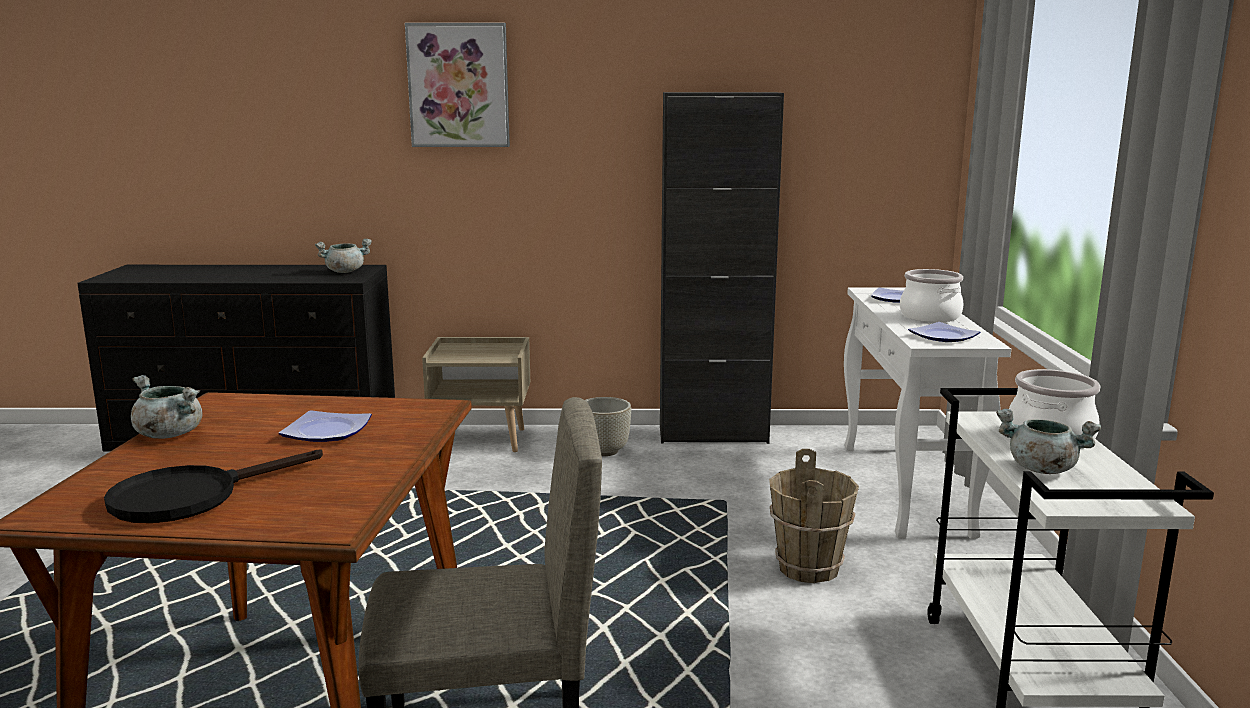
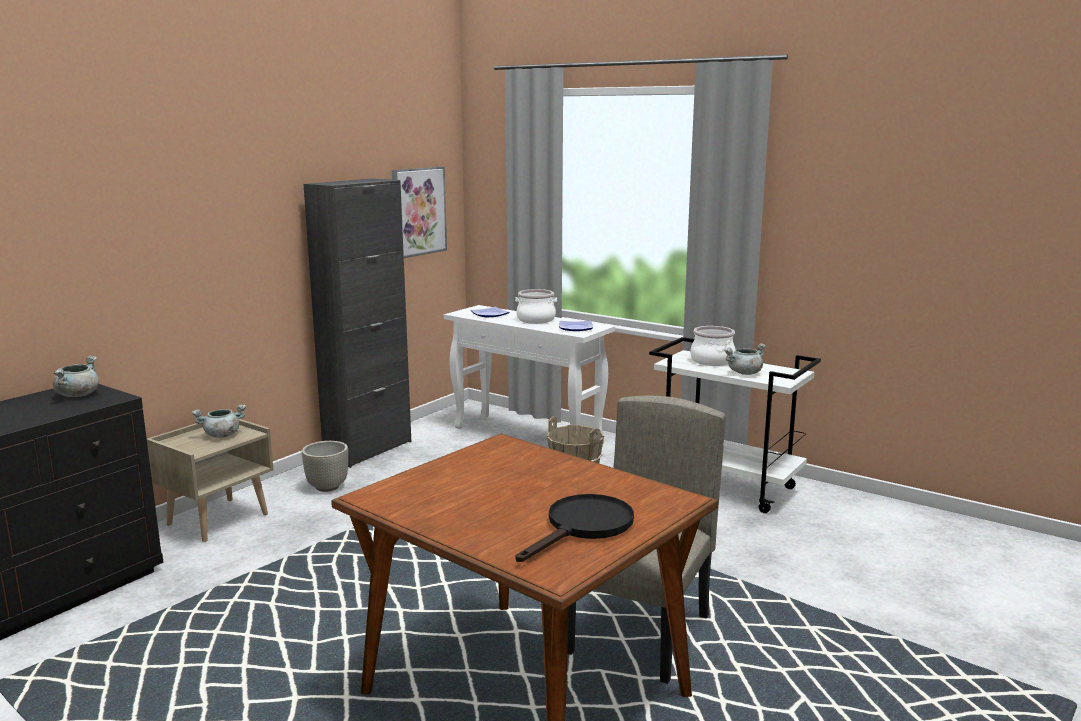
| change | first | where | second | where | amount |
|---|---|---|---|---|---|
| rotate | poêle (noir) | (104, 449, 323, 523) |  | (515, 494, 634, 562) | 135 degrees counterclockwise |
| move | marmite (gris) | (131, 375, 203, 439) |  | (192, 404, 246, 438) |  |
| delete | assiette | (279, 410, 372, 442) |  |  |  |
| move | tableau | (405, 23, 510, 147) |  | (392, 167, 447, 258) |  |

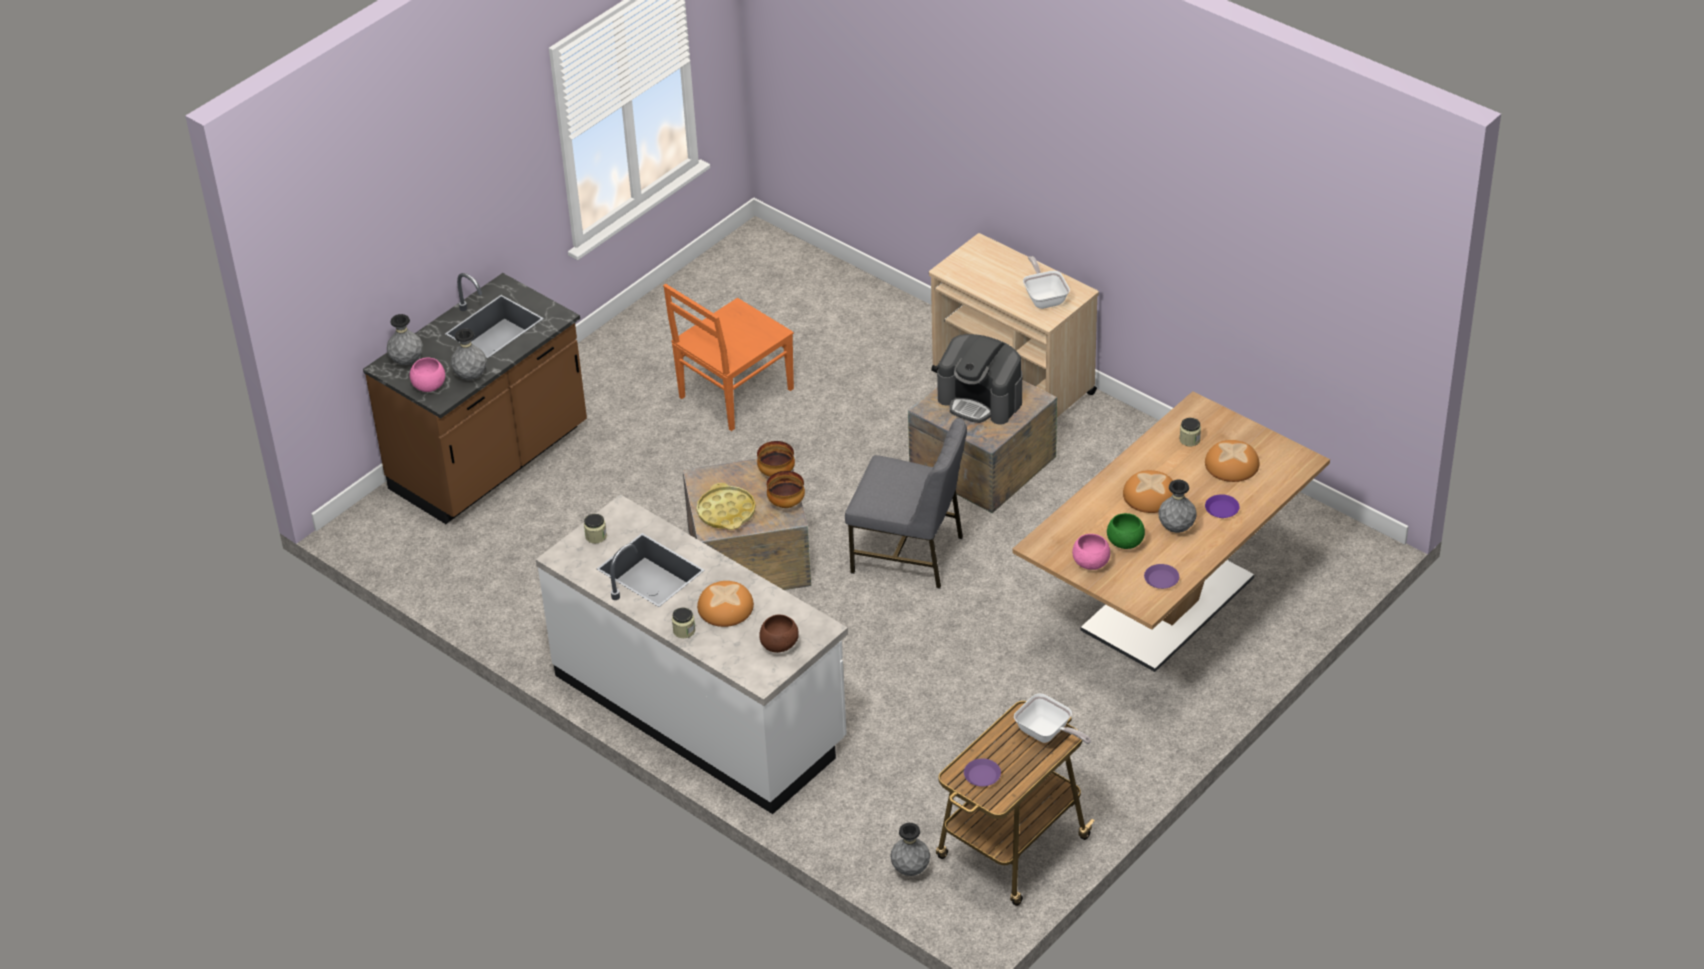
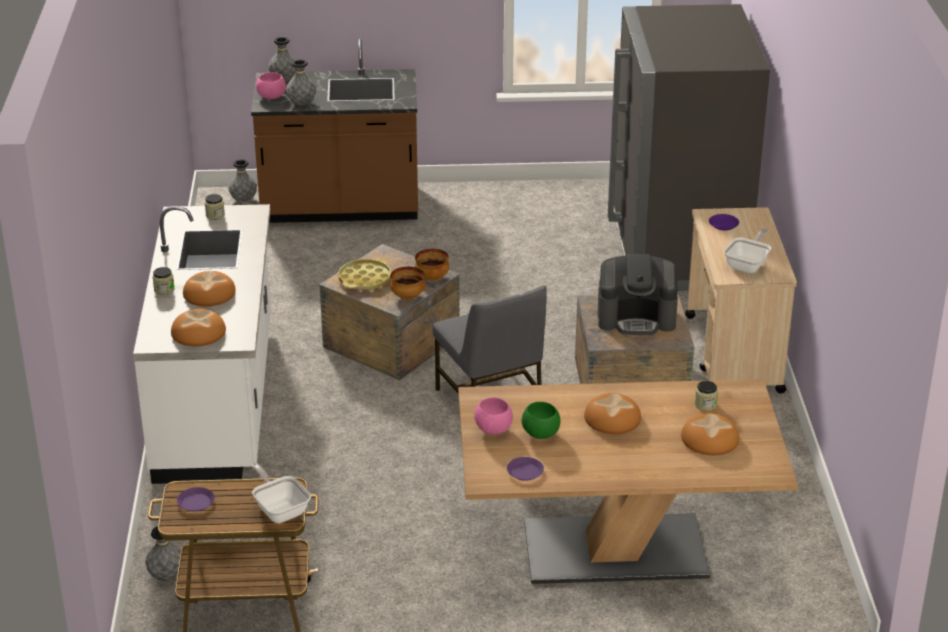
| change | first | where | second | where | amount |
|---|---|---|---|---|---|
| delete | chaise (orange) | (663, 284, 794, 431) |  |  |  |
| replace | bol (marron) | (759, 615, 799, 653) | pain | (171, 309, 226, 346) |  |
| rotate | machine à café | (937, 334, 1022, 425) |  | (598, 254, 678, 335) | 75 degrees counterclockwise |
| rotate | poêle | (1014, 694, 1091, 744) |  | (251, 463, 311, 523) | 150 degrees clockwise |
| move | vase (gris) | (1159, 480, 1197, 533) |  | (229, 159, 257, 202) |  |
| move | assiette (violet) | (1205, 494, 1239, 518) |  | (709, 214, 739, 230) |  |
| insert |  |  | réfrigérateur (gris) | (608, 4, 770, 291) |  |

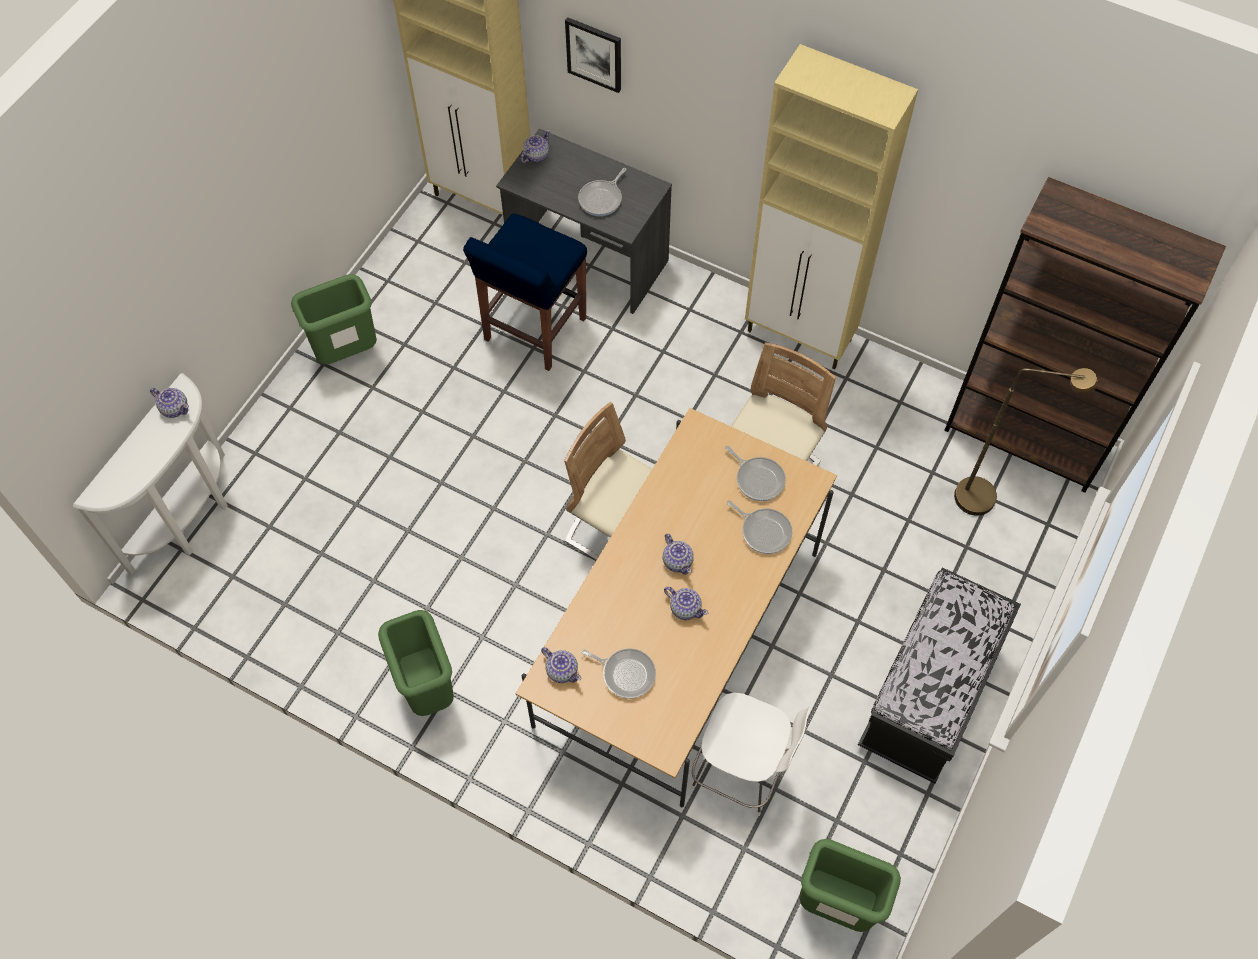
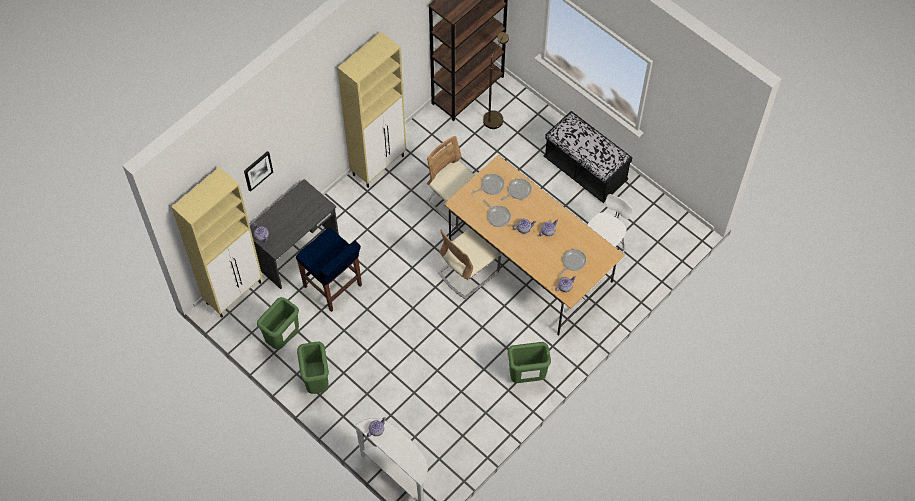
| change | first | where | second | where | amount |
|---|---|---|---|---|---|
| move | poêle | (578, 168, 627, 216) |  | (483, 199, 511, 227) |  |
| move | poubelle (vert) | (799, 839, 901, 932) |  | (257, 297, 299, 349) |  |

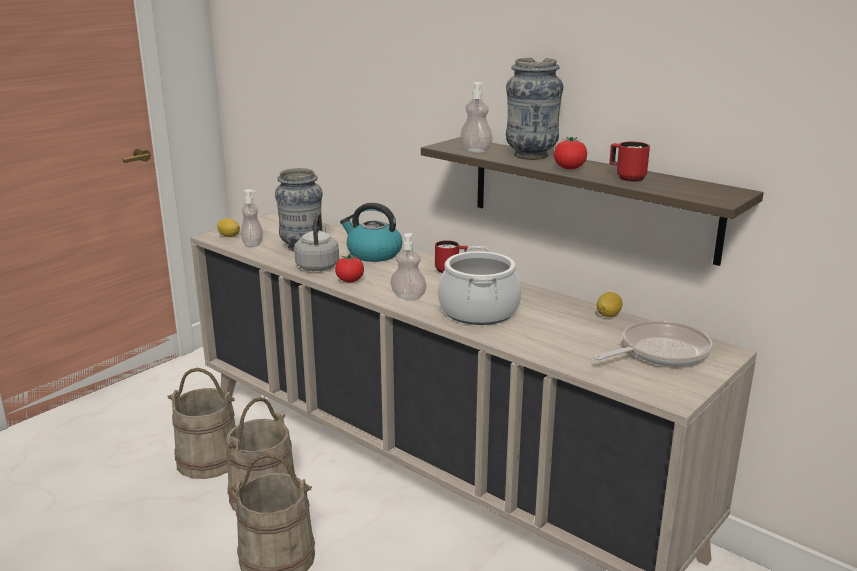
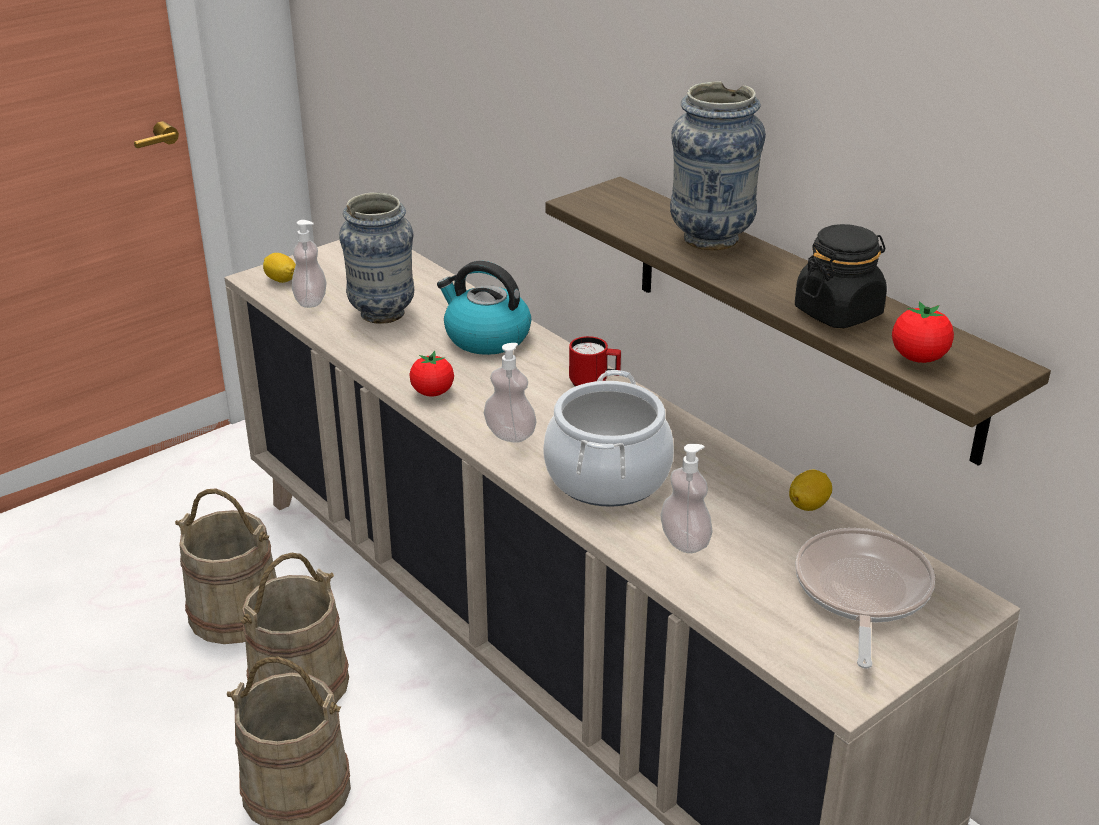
| change | first | where | second | where | amount |
|---|---|---|---|---|---|
| delete | bouilloire (gris) | (294, 213, 339, 271) |  |  |  |
| move | distributeur de savon | (460, 82, 492, 153) |  | (661, 444, 713, 553) |  |
| move | tomate | (554, 137, 587, 169) |  | (892, 301, 954, 363) |  |
| rotate | poêle | (594, 320, 713, 366) |  | (795, 528, 935, 669) | 60 degrees counterclockwise |
| replace | mug (rouge) | (609, 141, 650, 182) | bocal (noir) | (795, 224, 887, 328) |  |

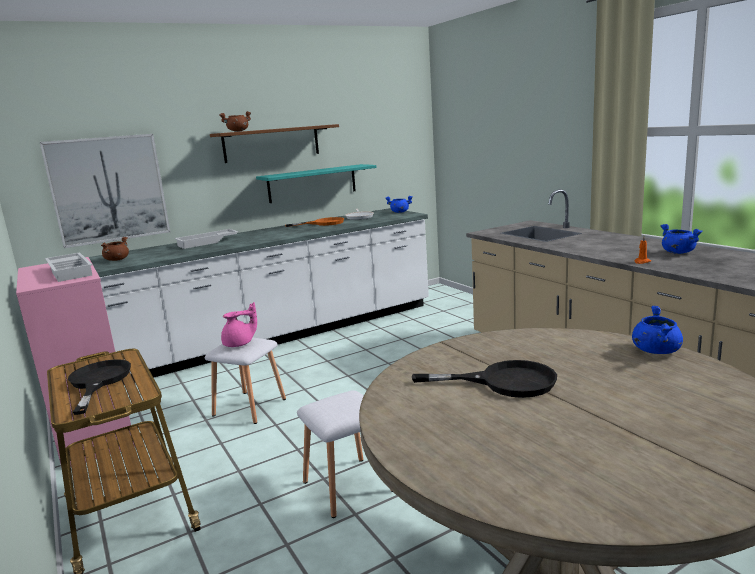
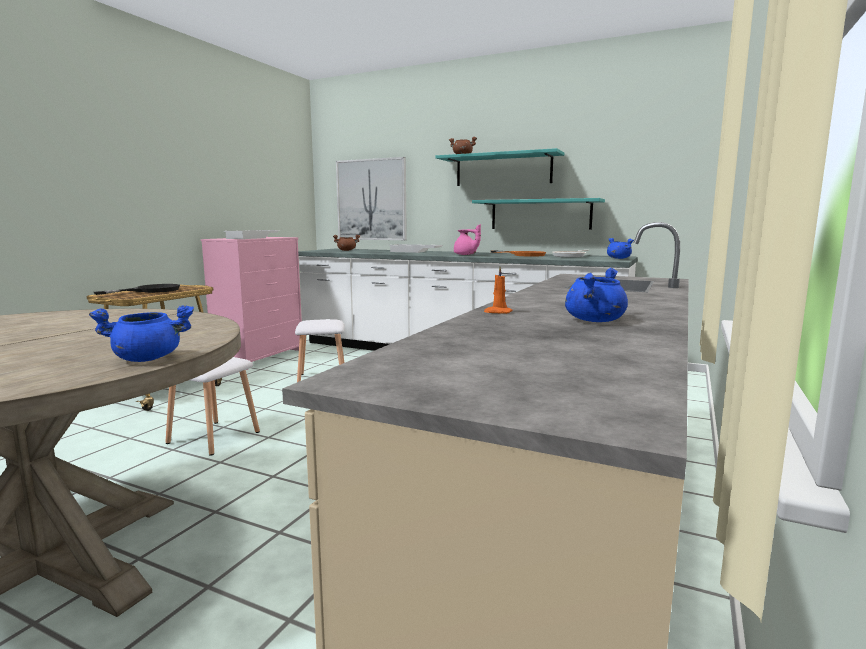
| change | first | where | second | where | amount |
|---|---|---|---|---|---|
| recolor | étagère (marron) | (210, 124, 339, 163) | étagère (turquoise) | (435, 148, 565, 186) |  |
| move | théière (rose) | (221, 302, 257, 347) |  | (454, 224, 481, 255) |  |
| delete | poêle (noir) | (412, 360, 557, 398) |  |  |  |

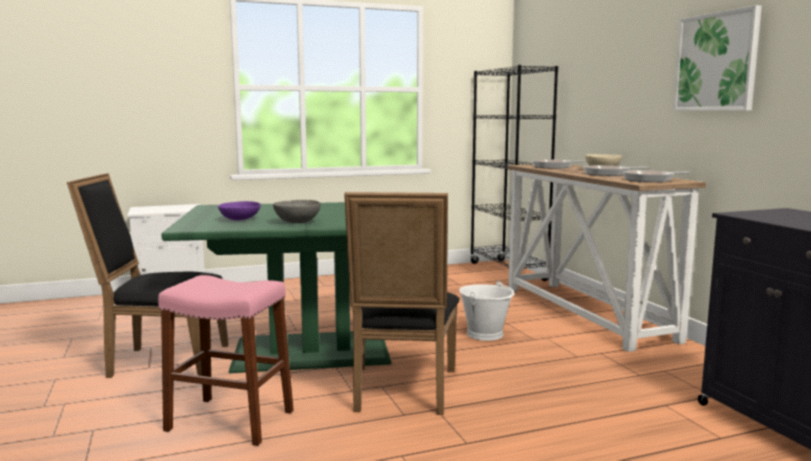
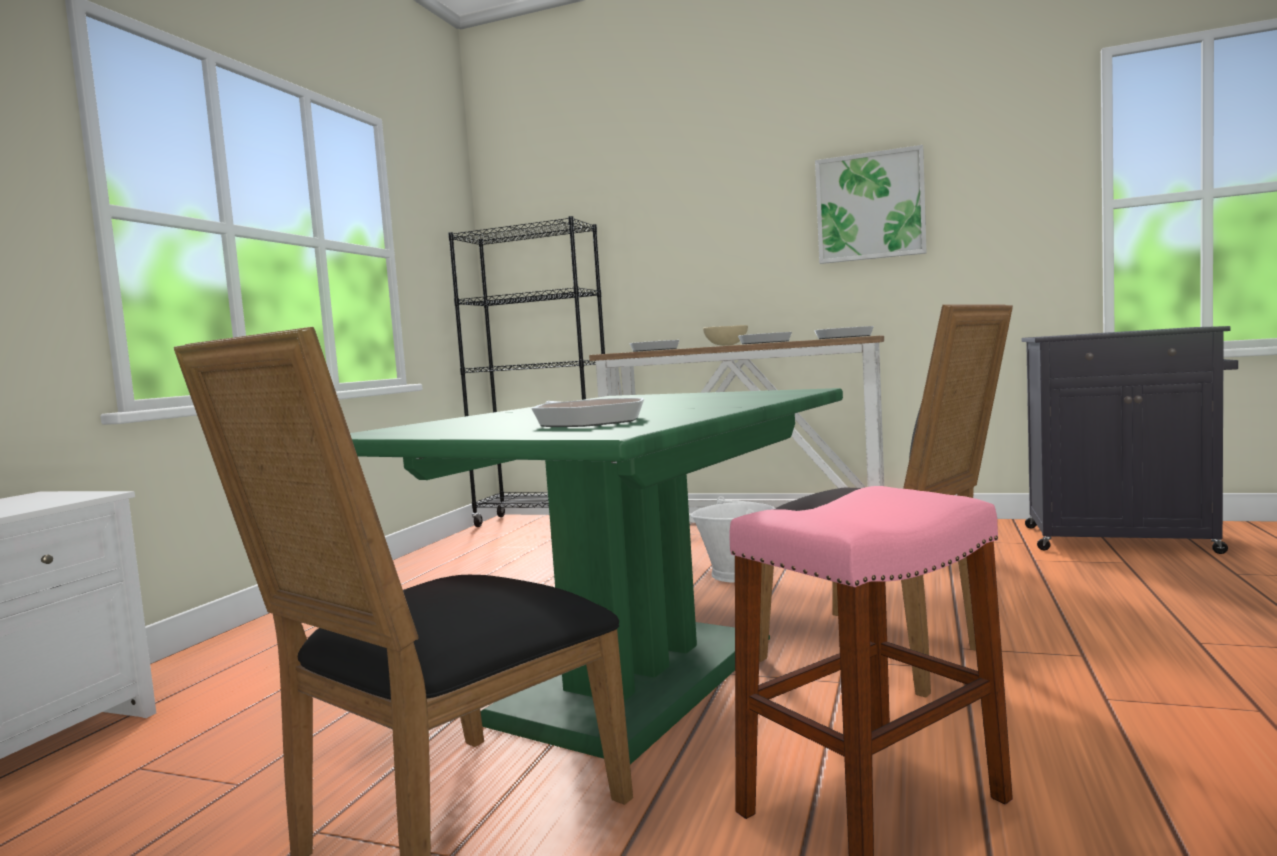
| change | first | where | second | where | amount |
|---|---|---|---|---|---|
| replace | bol (violet) | (218, 201, 261, 220) | poêle | (532, 398, 644, 427) |  |
| delete | bol (gris) | (273, 200, 321, 223) |  |  |  |

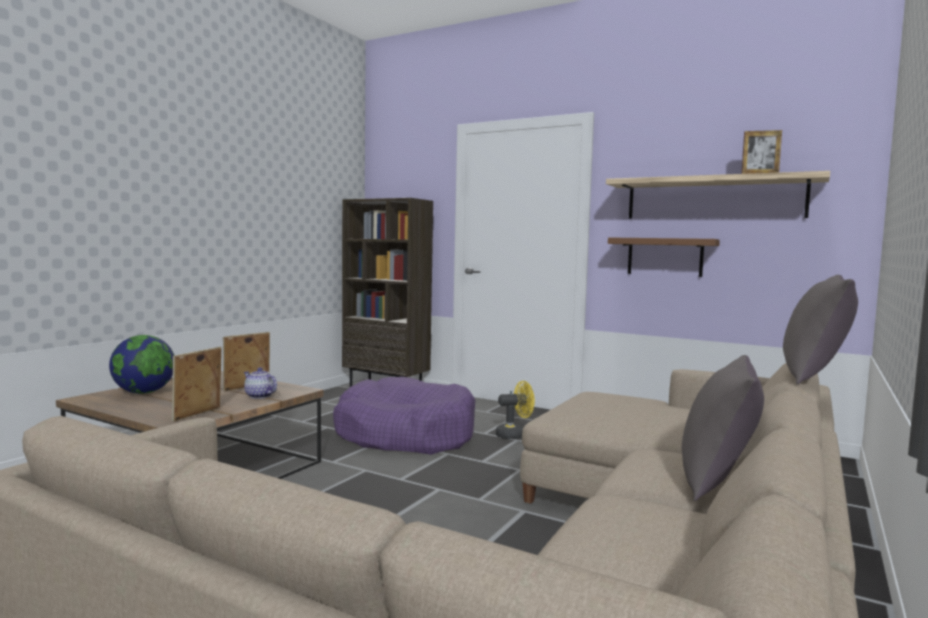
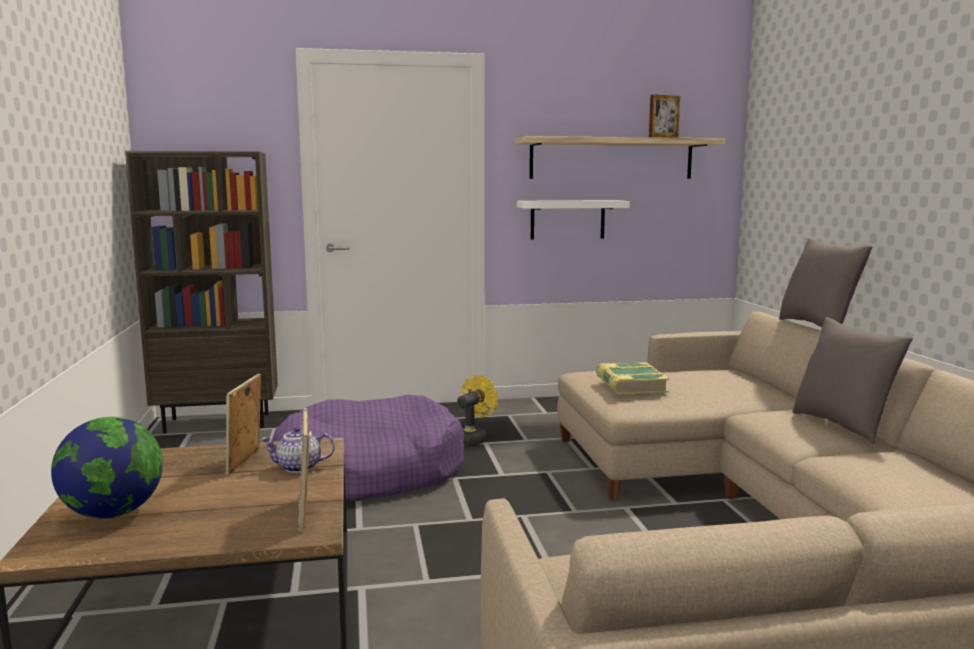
| change | first | where | second | where | amount |
|---|---|---|---|---|---|
| recolor | étagère (marron) | (608, 237, 720, 277) | étagère (blanc) | (517, 200, 630, 240) |  |
| insert |  |  | livre | (596, 362, 669, 395) |  |

